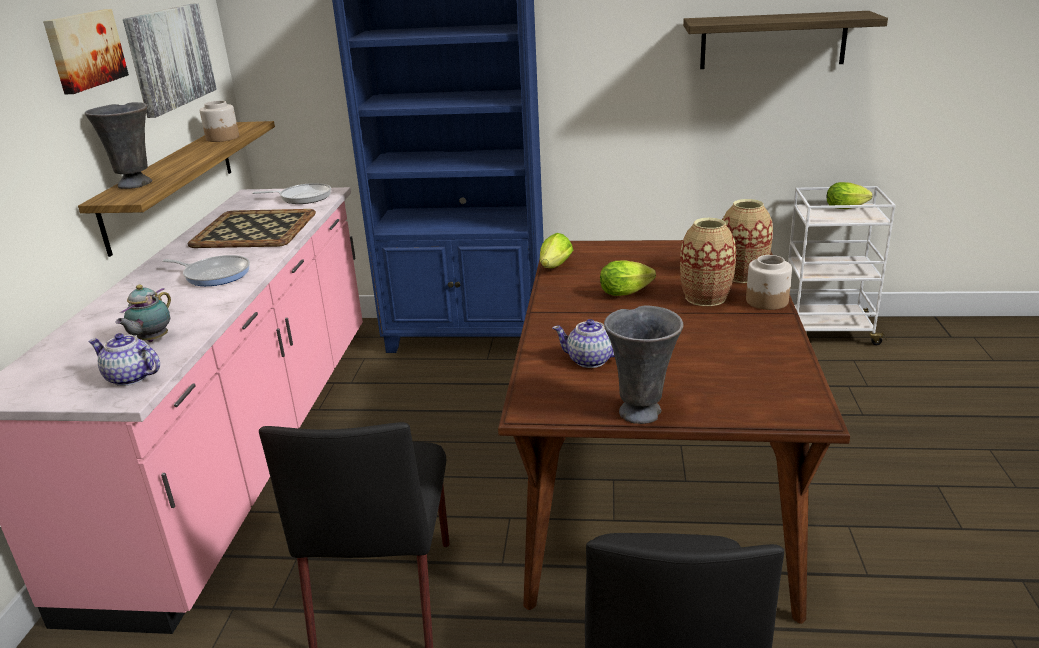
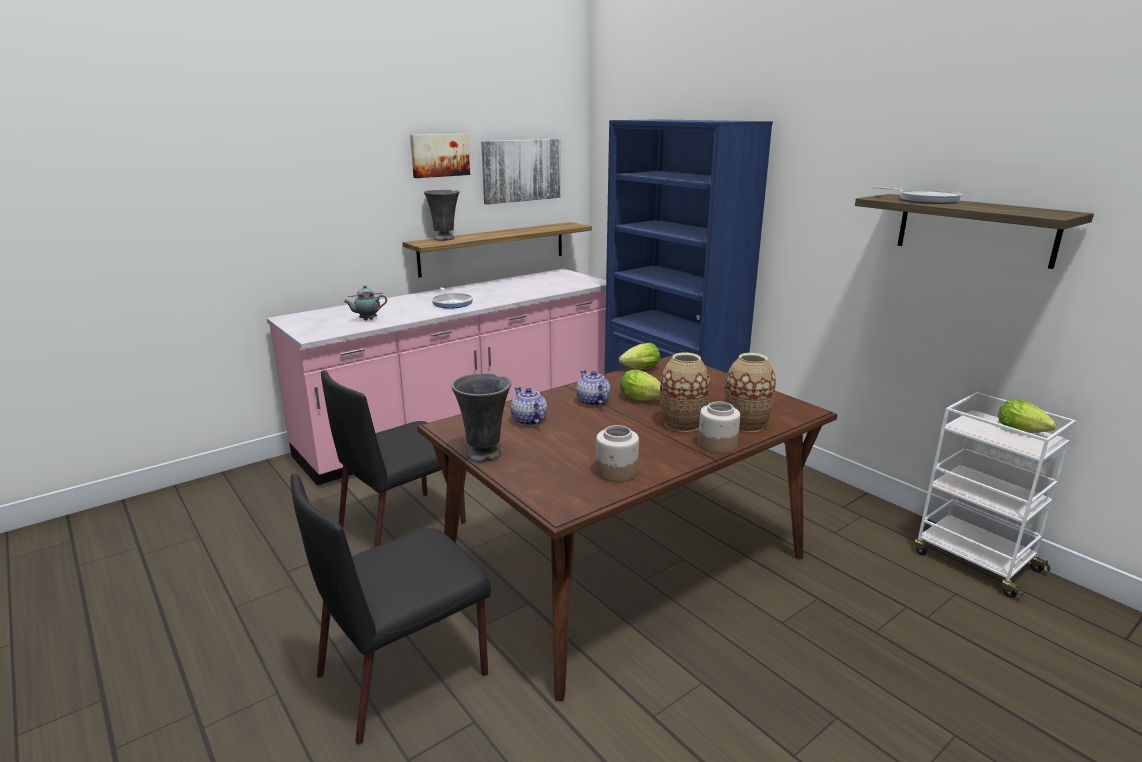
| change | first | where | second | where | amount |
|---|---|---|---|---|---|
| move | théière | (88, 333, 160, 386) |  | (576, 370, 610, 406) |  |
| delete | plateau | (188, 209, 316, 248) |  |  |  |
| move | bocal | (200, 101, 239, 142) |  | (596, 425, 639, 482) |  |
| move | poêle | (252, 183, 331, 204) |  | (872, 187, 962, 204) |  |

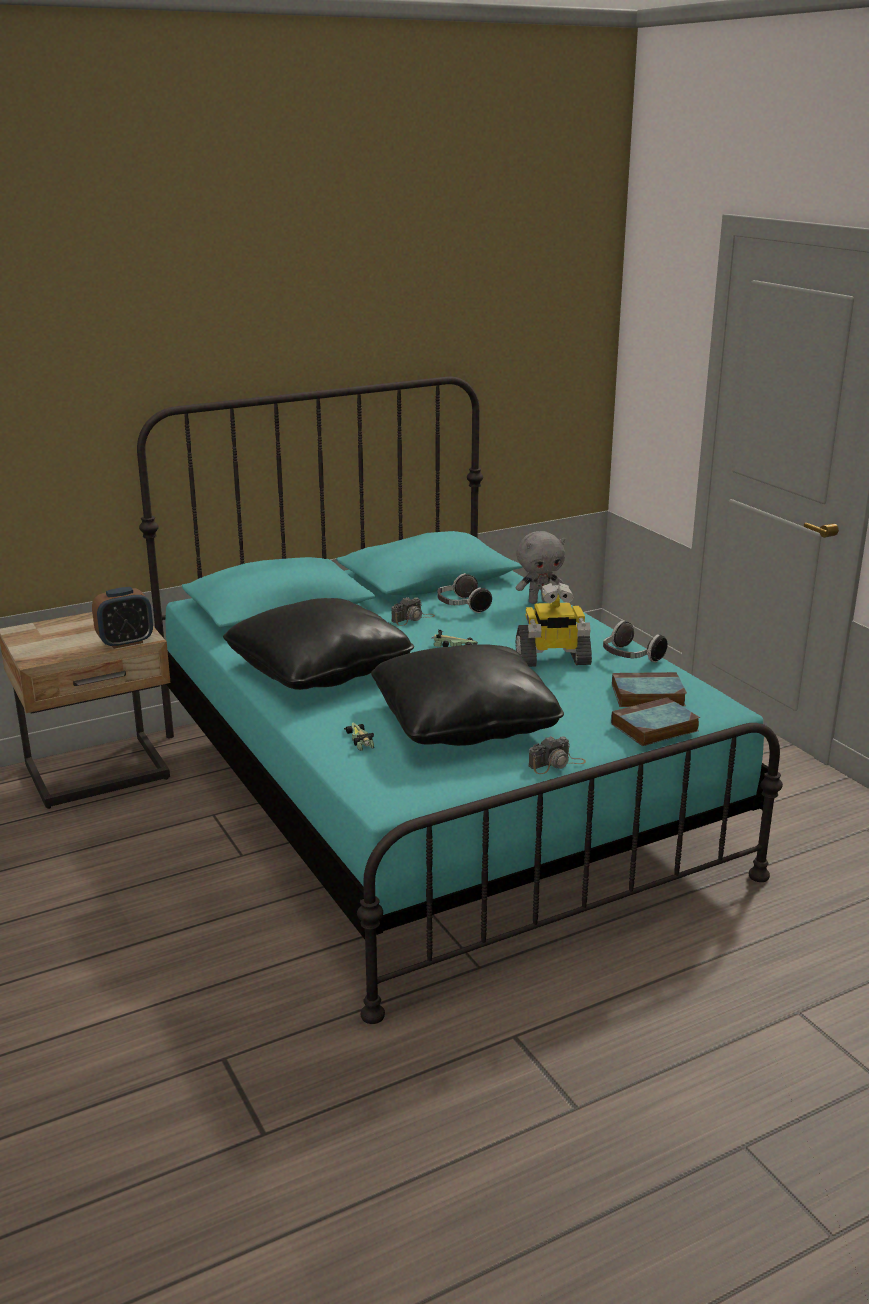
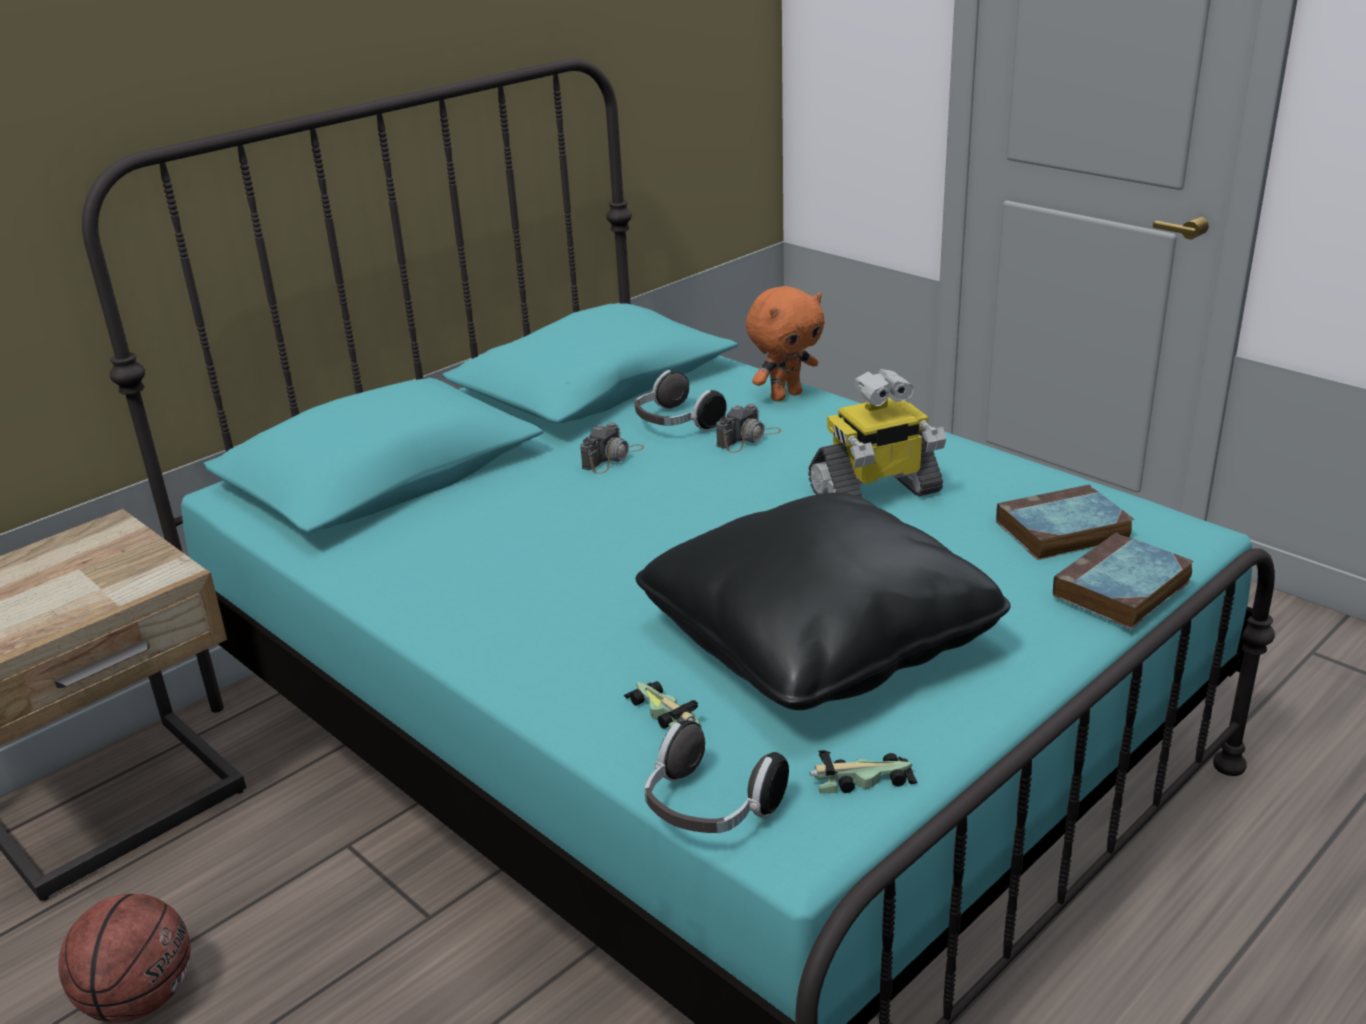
| change | first | where | second | where | amount |
|---|---|---|---|---|---|
| delete | réveil | (92, 587, 153, 649) |  |  |  |
| delete | coussin (noir) | (223, 598, 414, 690) |  |  |  |
| move | petite voiture | (432, 630, 478, 647) |  | (810, 750, 918, 794) |  |
| recolor | peluche (gris) | (516, 531, 565, 604) | peluche (orange) | (746, 286, 825, 401) |  |
| move | appareil photo | (528, 736, 586, 774) |  | (716, 404, 782, 453) |  |
| move | casque audio | (603, 621, 668, 662) |  | (644, 720, 789, 833) |  |
| insert |  |  | ballon de basket | (58, 894, 191, 1022) |  |

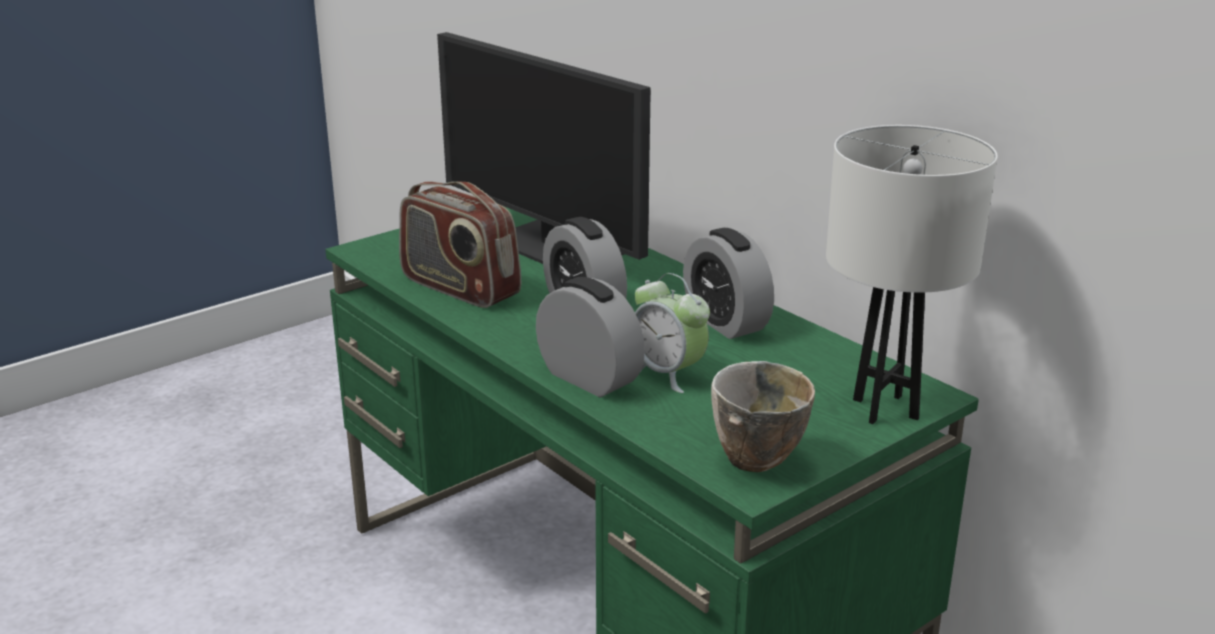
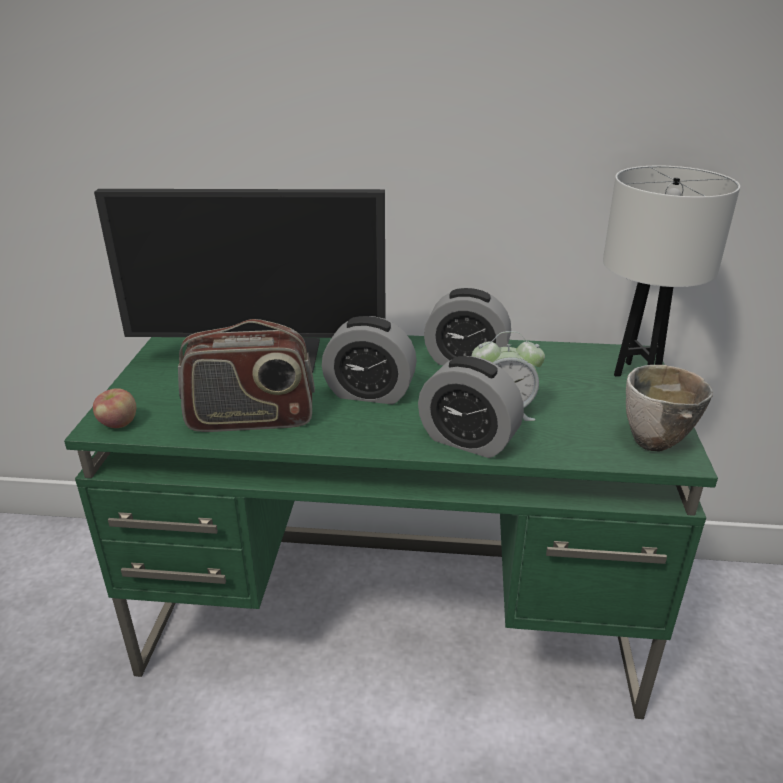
| change | first | where | second | where | amount |
|---|---|---|---|---|---|
| rotate | réveil | (536, 277, 645, 397) |  | (418, 356, 524, 458) | 150 degrees counterclockwise |
| insert |  |  | pomme | (93, 388, 136, 428) |  |

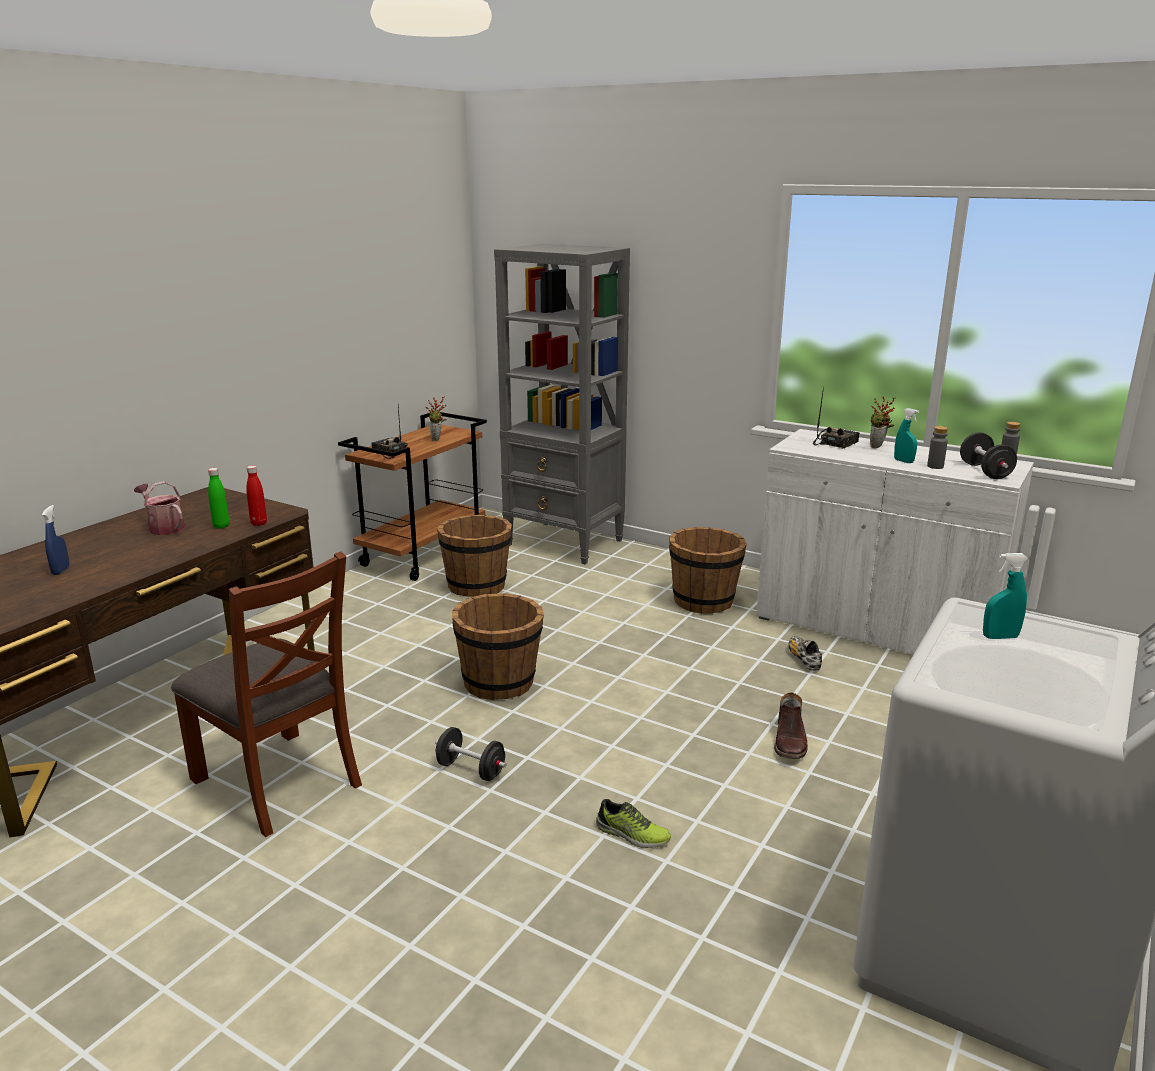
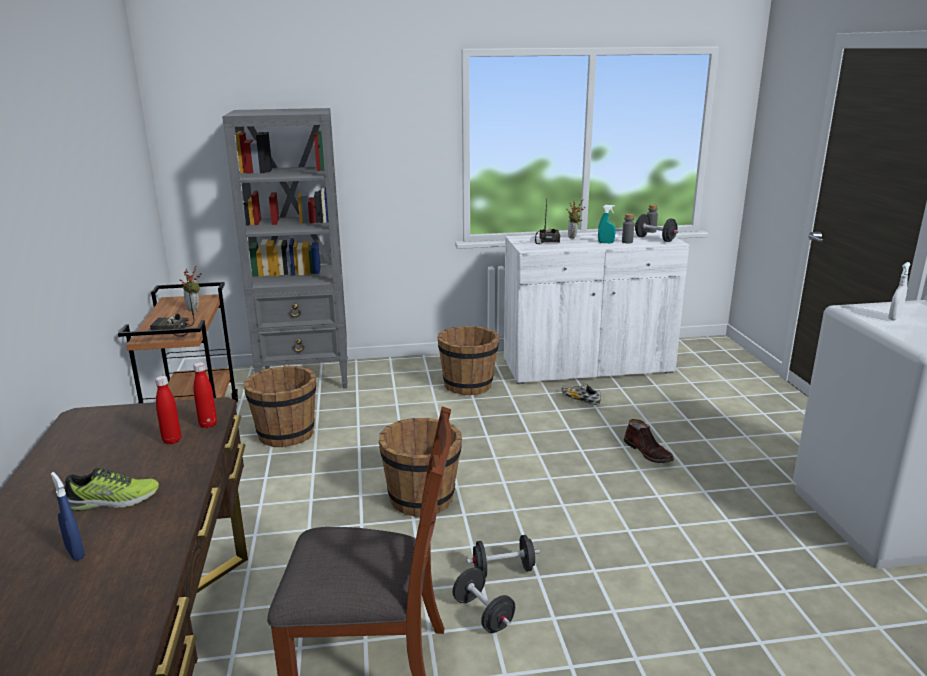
| change | first | where | second | where | amount |
|---|---|---|---|---|---|
| delete | arrosoir | (134, 481, 185, 535) |  |  |  |
| recolor | bouteille (vert) | (208, 468, 229, 529) | bouteille (rouge) | (155, 376, 181, 444) |  |
| move | chaussure | (596, 799, 671, 848) |  | (65, 467, 159, 511) |  |
| recolor | vaporisateur (turquoise) | (983, 553, 1029, 639) | vaporisateur (blanc) | (888, 262, 911, 320) |  |
| insert |  |  | haltère (noir) | (453, 568, 515, 633) |  |

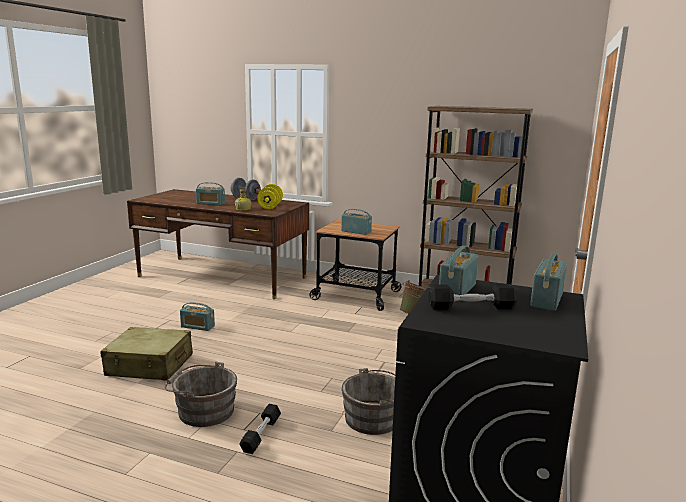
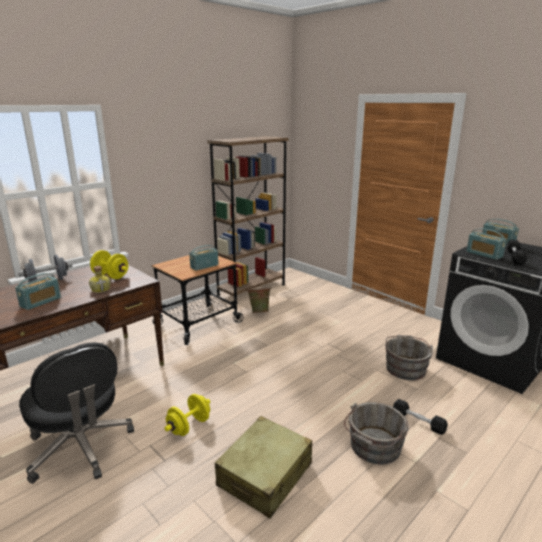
| change | first | where | second | where | amount |
|---|---|---|---|---|---|
| replace | radio | (180, 302, 215, 331) | haltère (jaune) | (165, 394, 210, 436) |  |
| insert |  |  | chaise de bureau (noir) | (19, 342, 134, 484) |  |

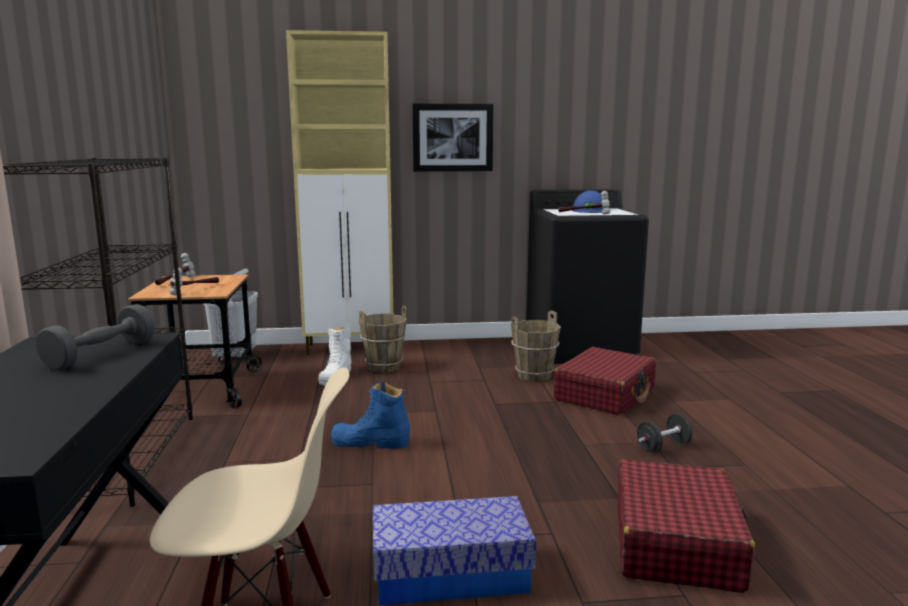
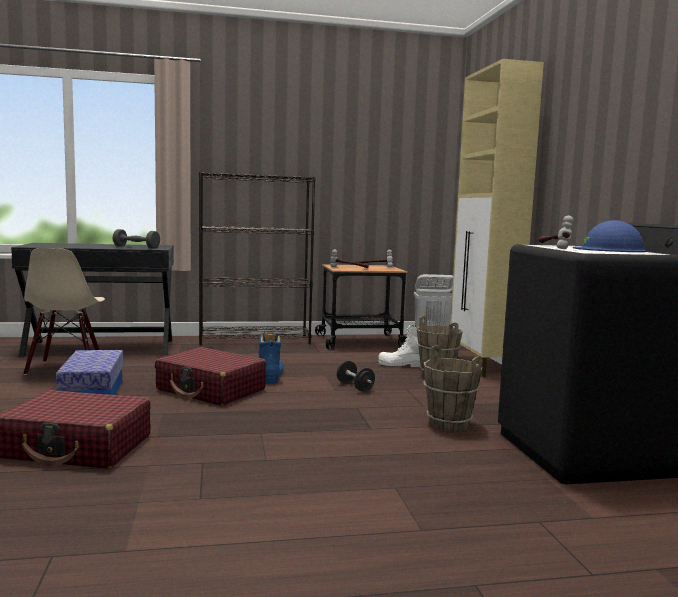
| change | first | where | second | where | amount |
|---|---|---|---|---|---|
| delete | tableau | (412, 104, 493, 172) |  |  |  |
| move | valise (rouge) | (553, 347, 656, 415) |  | (155, 347, 266, 406) |  |
| move | haltère (noir) | (637, 414, 692, 454) |  | (337, 361, 375, 392) |  |

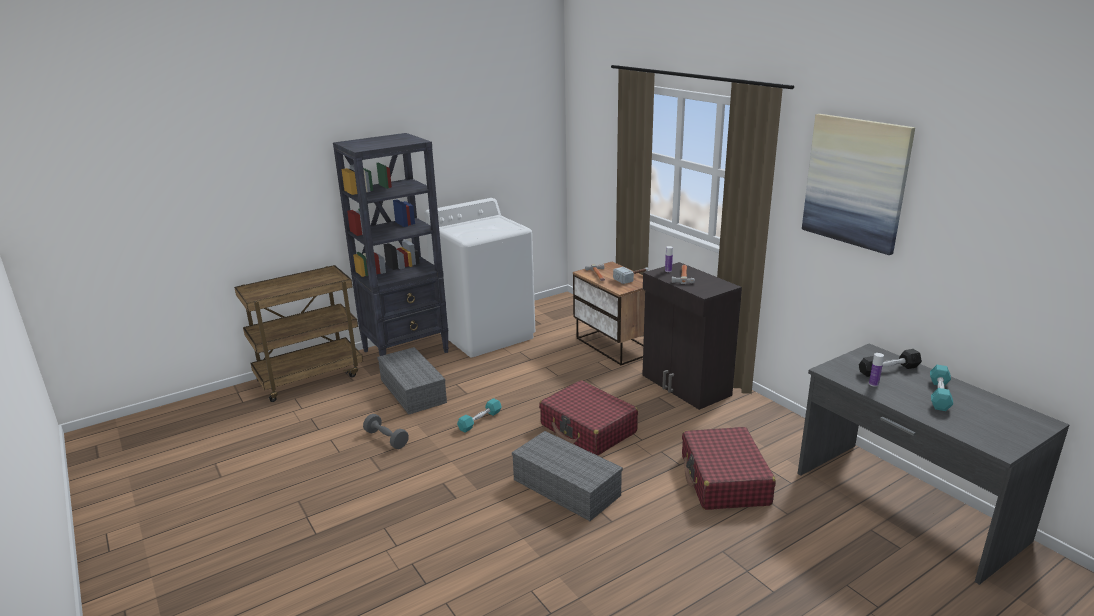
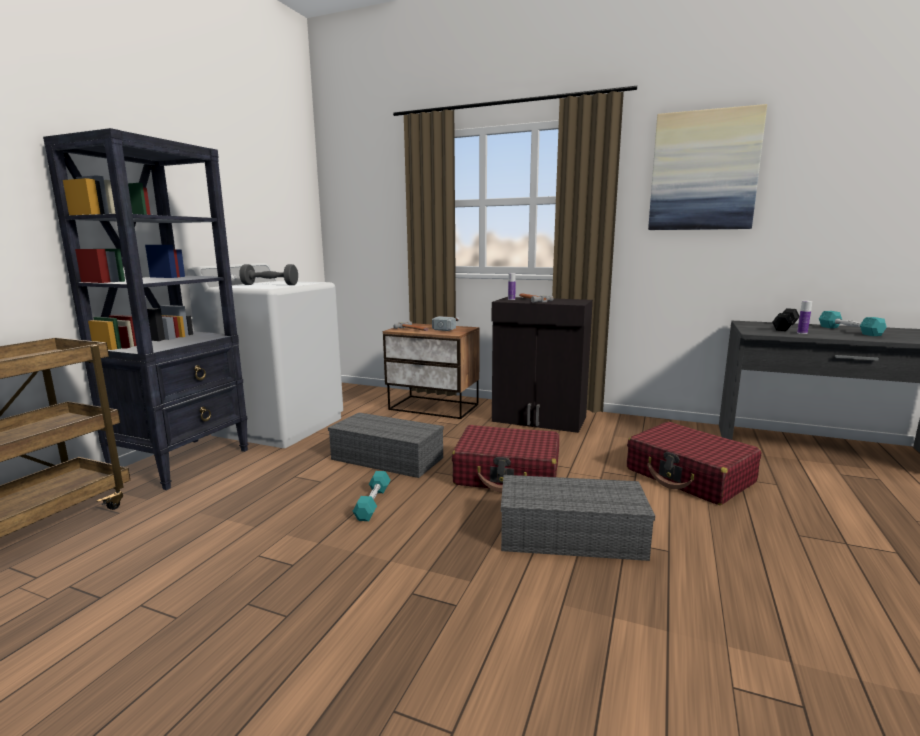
| change | first | where | second | where | amount |
|---|---|---|---|---|---|
| move | haltère (gris) | (363, 414, 409, 449) |  | (239, 264, 298, 285) |  |
| move | boîte de rangement (gris) | (377, 347, 447, 415) |  | (328, 412, 444, 478) |  |

